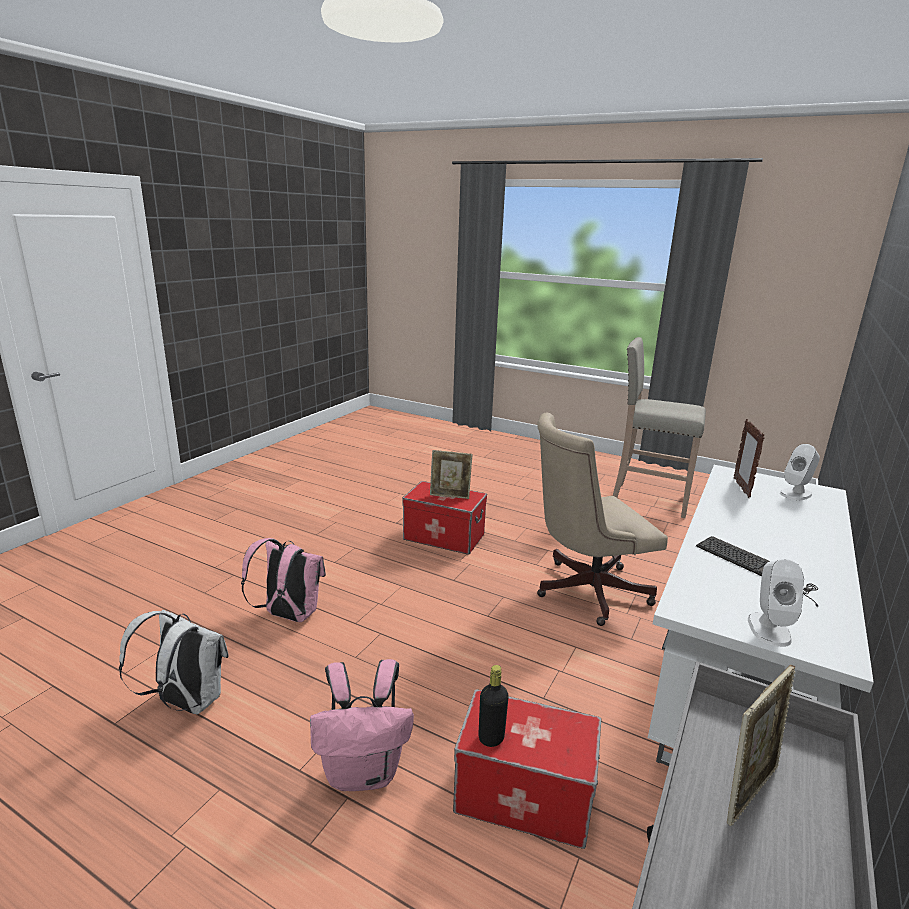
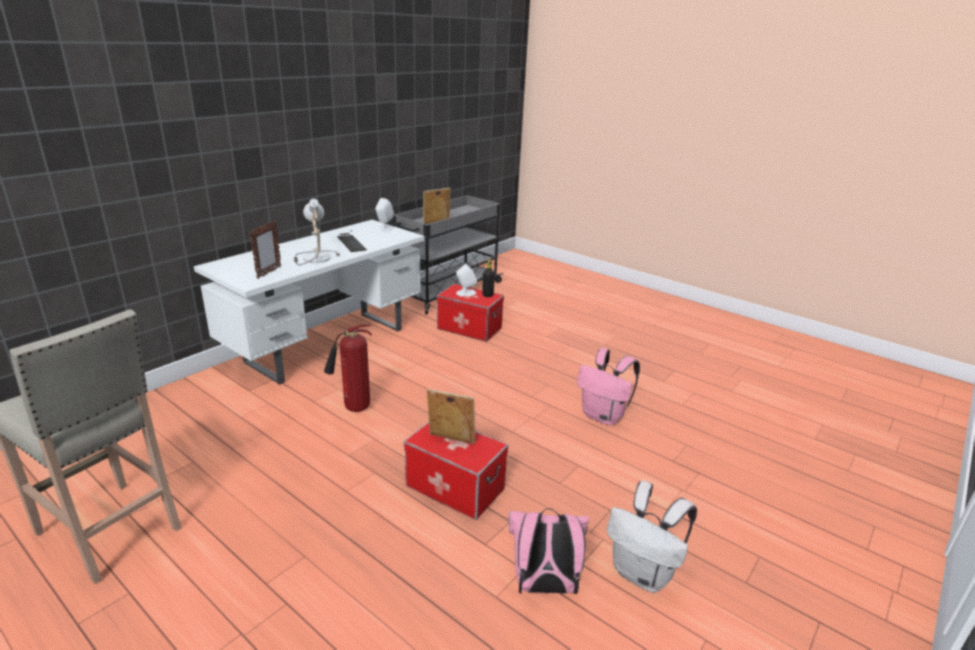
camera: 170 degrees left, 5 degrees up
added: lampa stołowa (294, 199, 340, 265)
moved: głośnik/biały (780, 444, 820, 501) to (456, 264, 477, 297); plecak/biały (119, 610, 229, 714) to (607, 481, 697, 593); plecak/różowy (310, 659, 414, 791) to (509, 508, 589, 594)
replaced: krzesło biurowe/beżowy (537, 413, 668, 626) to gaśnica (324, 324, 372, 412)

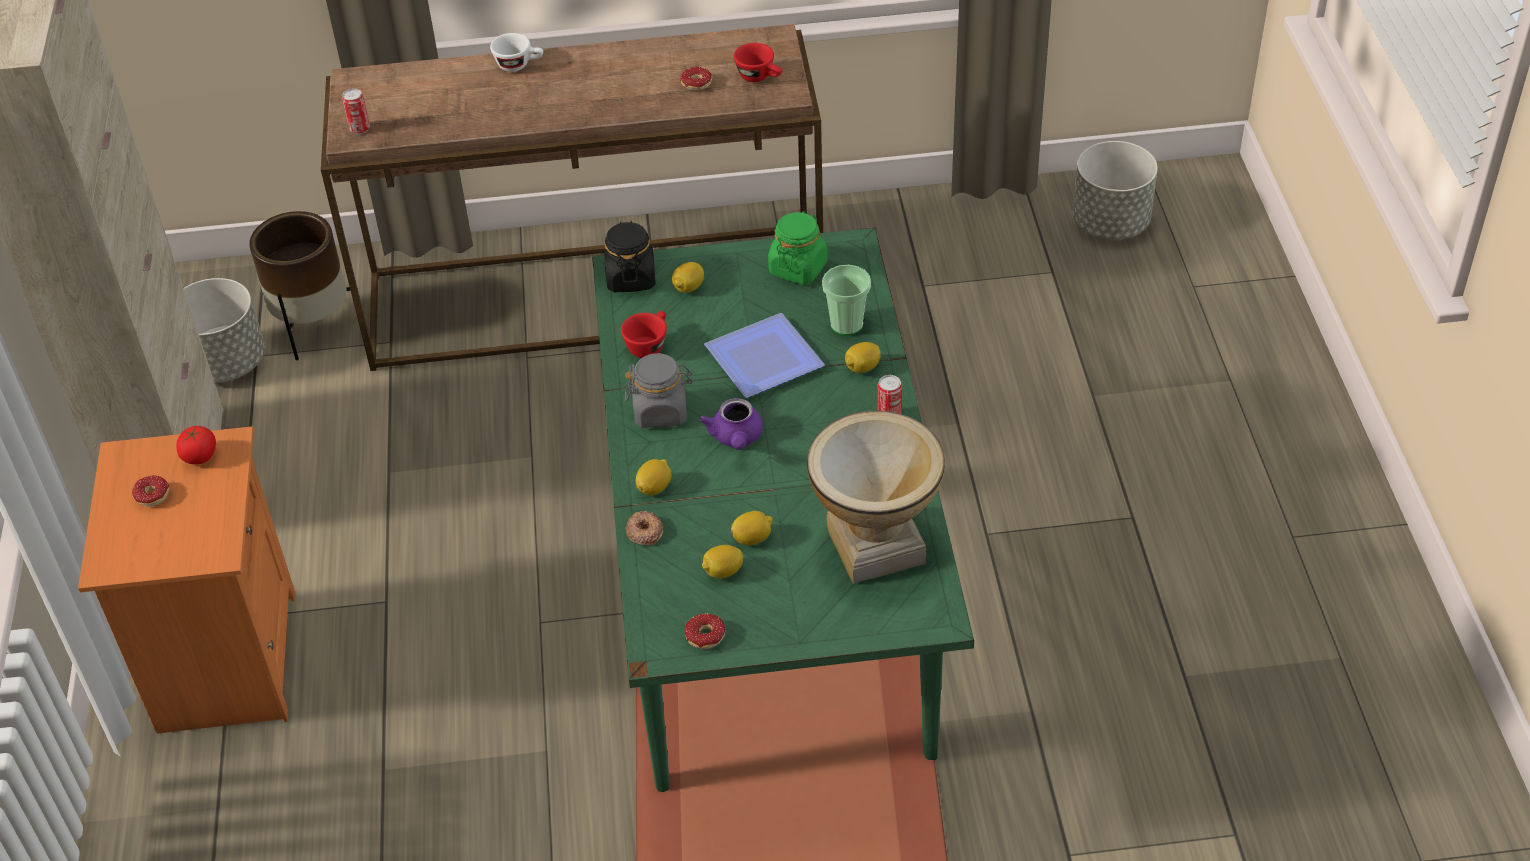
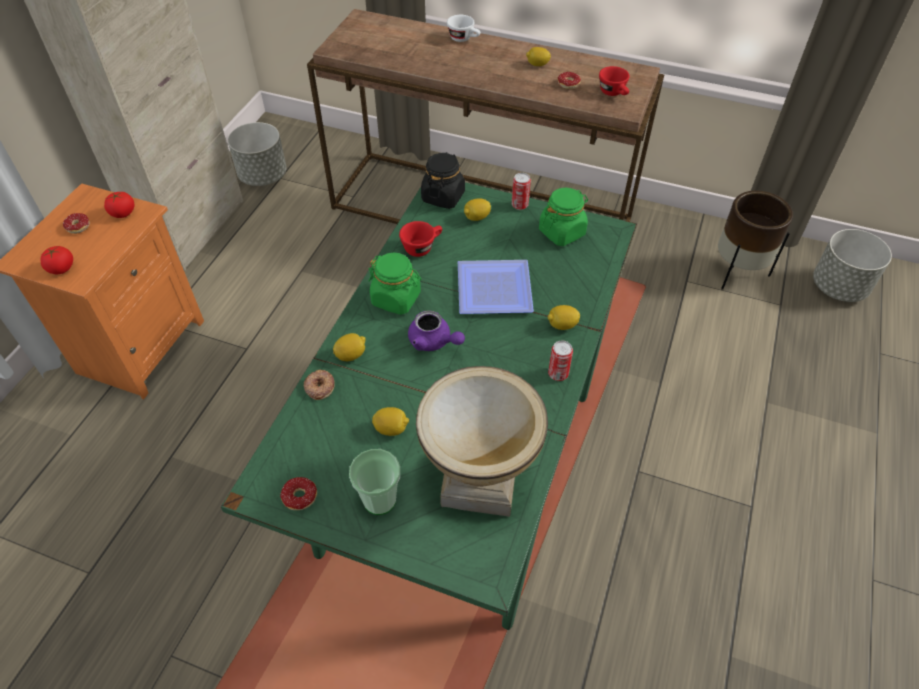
camera: 25 degrees right, 5 degrees up
added: pomidor (40, 246, 73, 274)
moved: puszka (342, 88, 370, 134) to (512, 173, 531, 210); donica/brązowy (249, 211, 350, 360) to (718, 191, 793, 290); filiżanka (822, 265, 871, 336) to (349, 449, 400, 515); cytryna (702, 545, 743, 578) to (526, 47, 551, 66)
recoloured: słoik/szary (625, 353, 693, 428) to słoik/zielony (369, 253, 421, 315)
turned: imbryk/fioletowy (699, 398, 763, 450) = (408, 310, 465, 351) 75 degrees counterclockwise

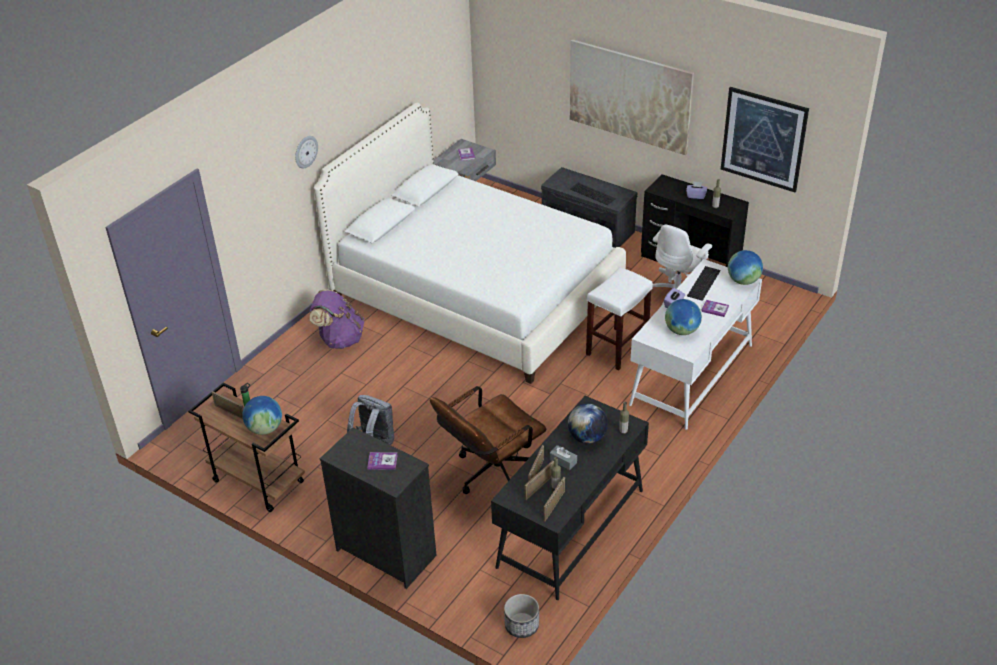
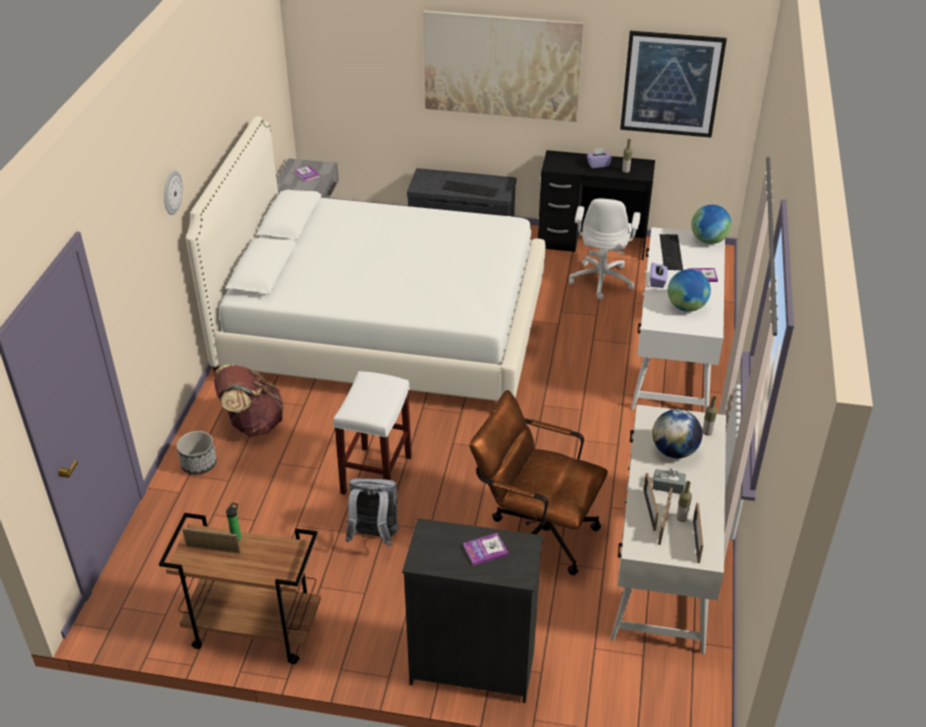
camera: 25 degrees left, 0 degrees up
removed: globus (242, 396, 282, 435)
moved: stołek/biały (586, 267, 653, 370) to (333, 371, 412, 495); donica (504, 594, 539, 638) to (176, 431, 217, 475)
recoloured: plecak/fioletowy (310, 289, 364, 349) to plecak/brązowy (214, 364, 284, 437); biurko/czarny (491, 396, 649, 600) to biurko/biały (611, 405, 726, 654)
turned: krzesło biurowe/brązowy (430, 386, 546, 494) = (469, 390, 608, 575) 90 degrees clockwise

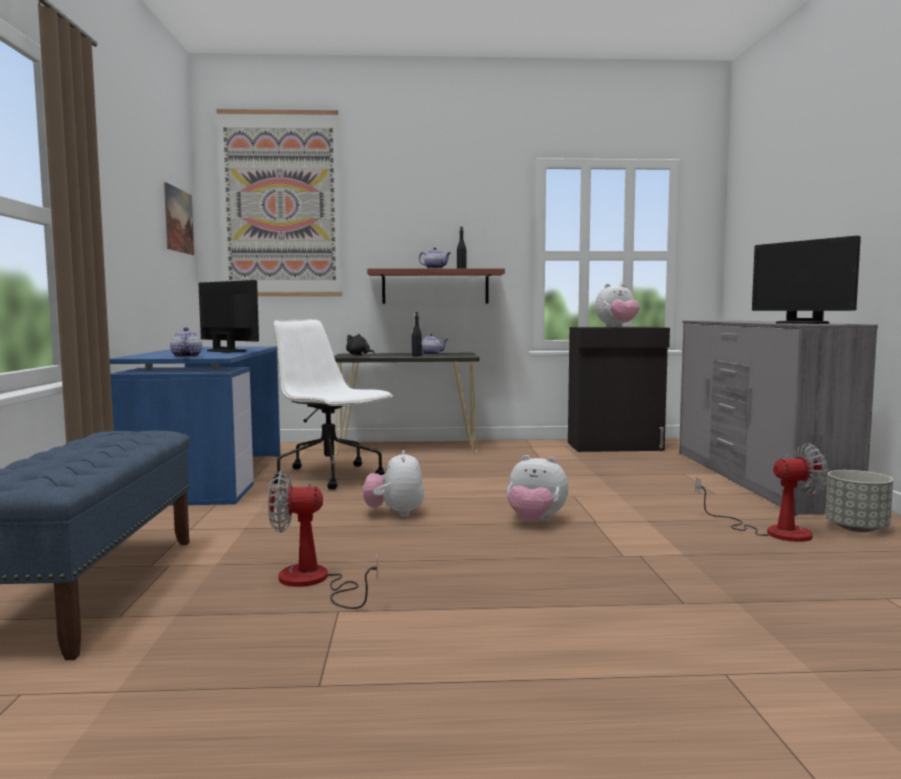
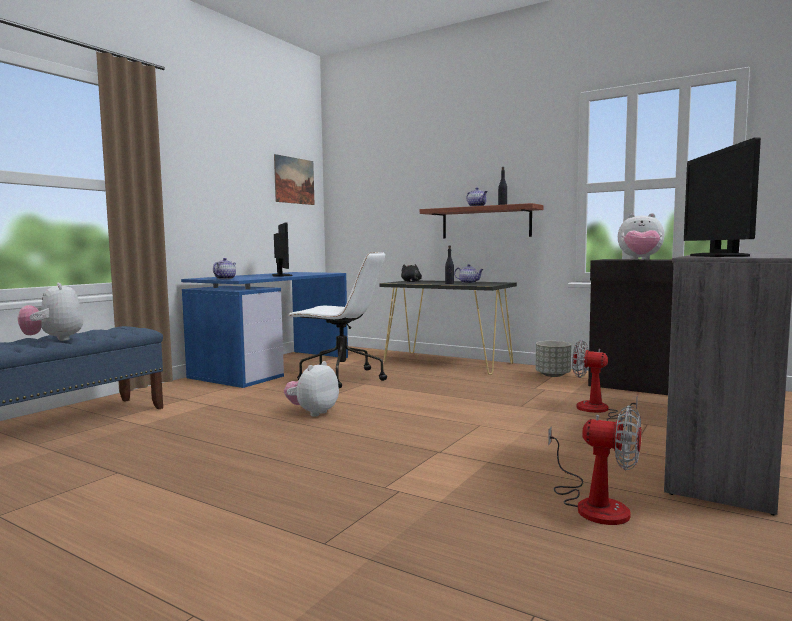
camera: 35 degrees right, 0 degrees up
removed: obraz (216, 109, 342, 296)
moved: pluszak (507, 455, 569, 521) to (18, 283, 83, 341); wentylator (268, 470, 377, 609) to (572, 340, 638, 427); donica/szary (825, 470, 893, 532) to (536, 341, 571, 377)
turned: krzesło biurowe/biały (274, 320, 394, 490) = (287, 252, 387, 388) 120 degrees clockwise

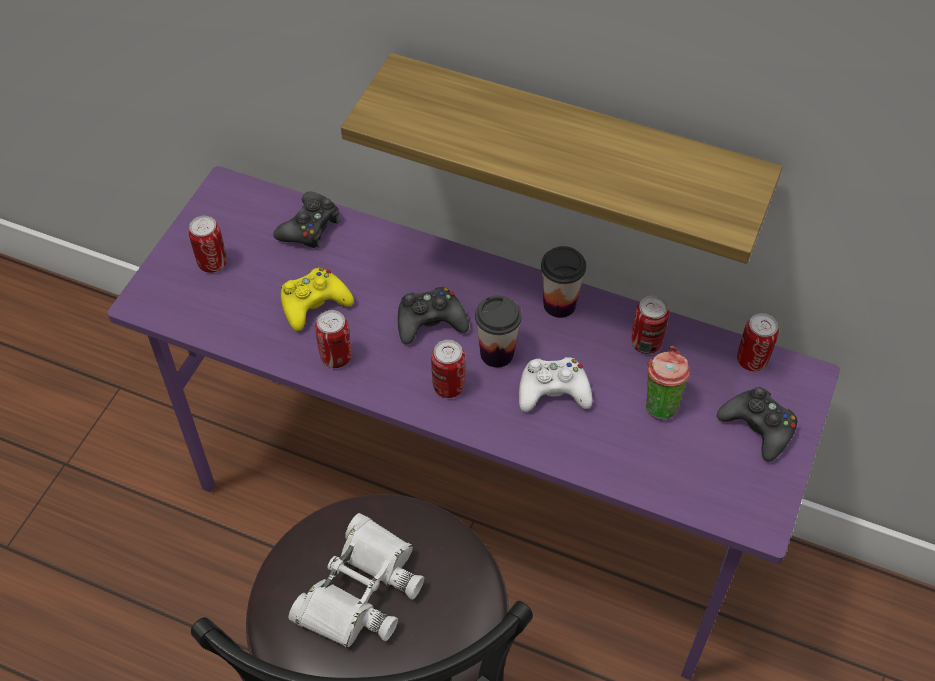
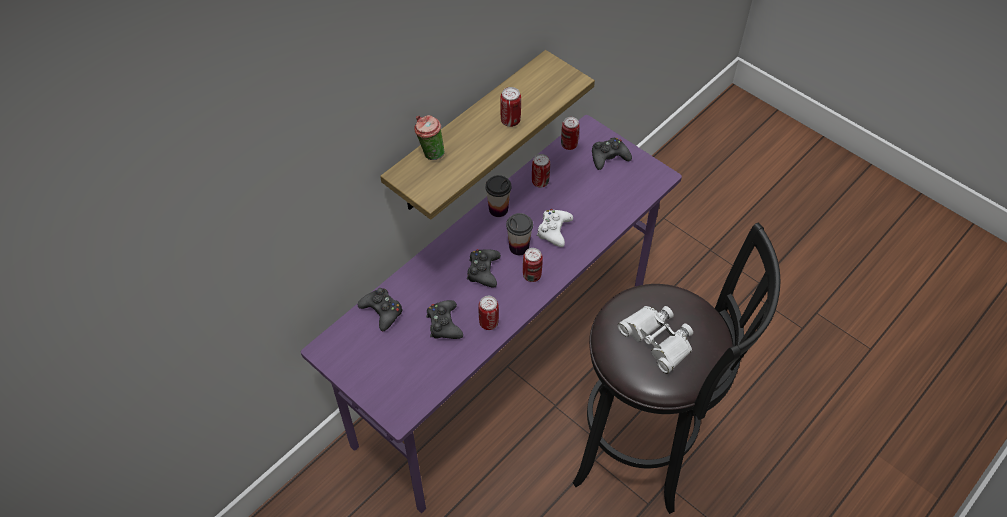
camera: 70 degrees left, 0 degrees up
moved: puszka (189, 216, 227, 273) to (500, 87, 521, 127); filiżanka (646, 346, 690, 420) to (414, 115, 444, 160)
recoloured: pad do gier/żółty (281, 268, 354, 331) to pad do gier/czarny (426, 300, 463, 339)

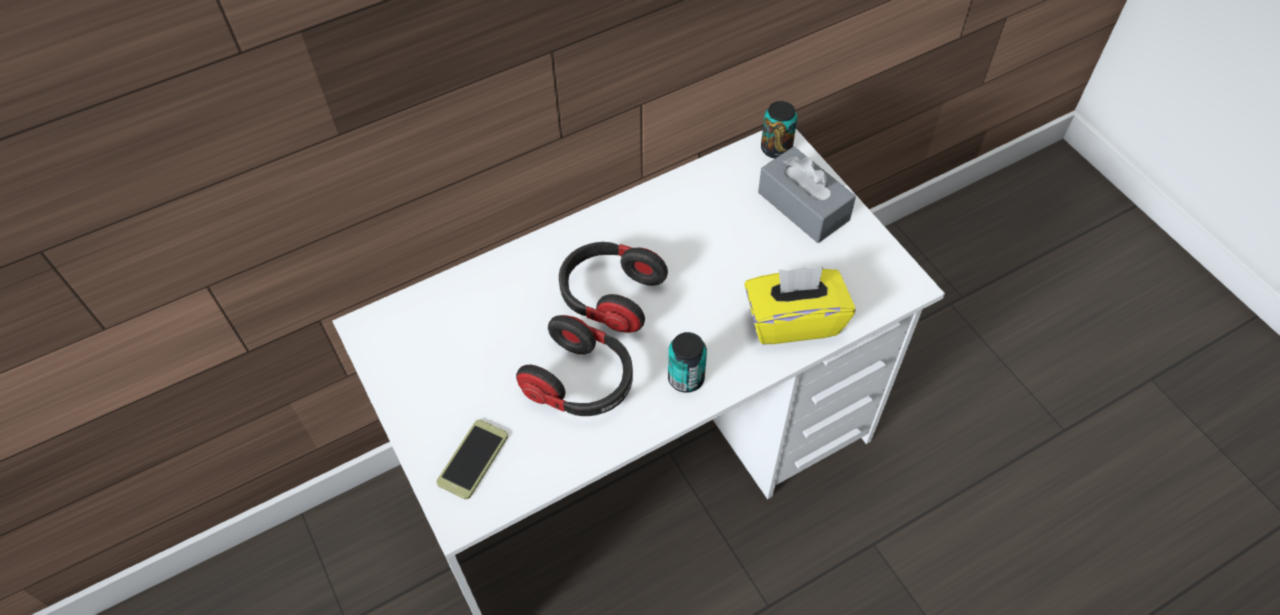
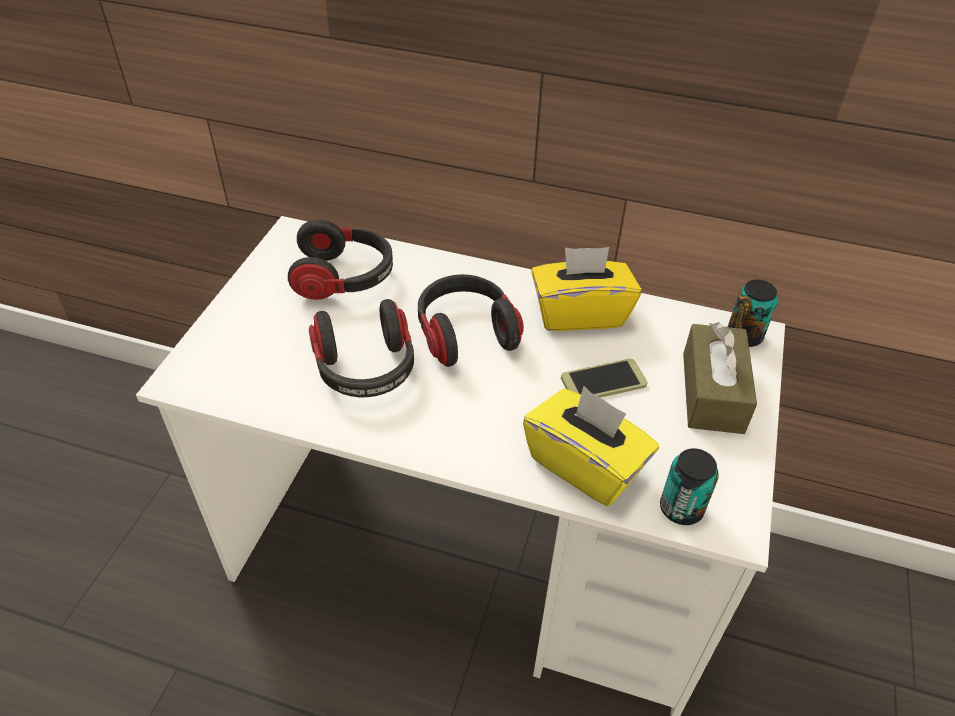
camera: 45 degrees right, 10 degrees down
added: słuchawki (288, 219, 393, 300); pudełko chusteczek/żółty (531, 247, 642, 331)
moved: puszka (668, 332, 707, 393) to (660, 448, 719, 525); telefon (436, 420, 508, 499) to (561, 359, 648, 398)
recoloured: pudełko chusteczek/szary (758, 146, 856, 243) to pudełko chusteczek/brązowy (683, 322, 757, 434)

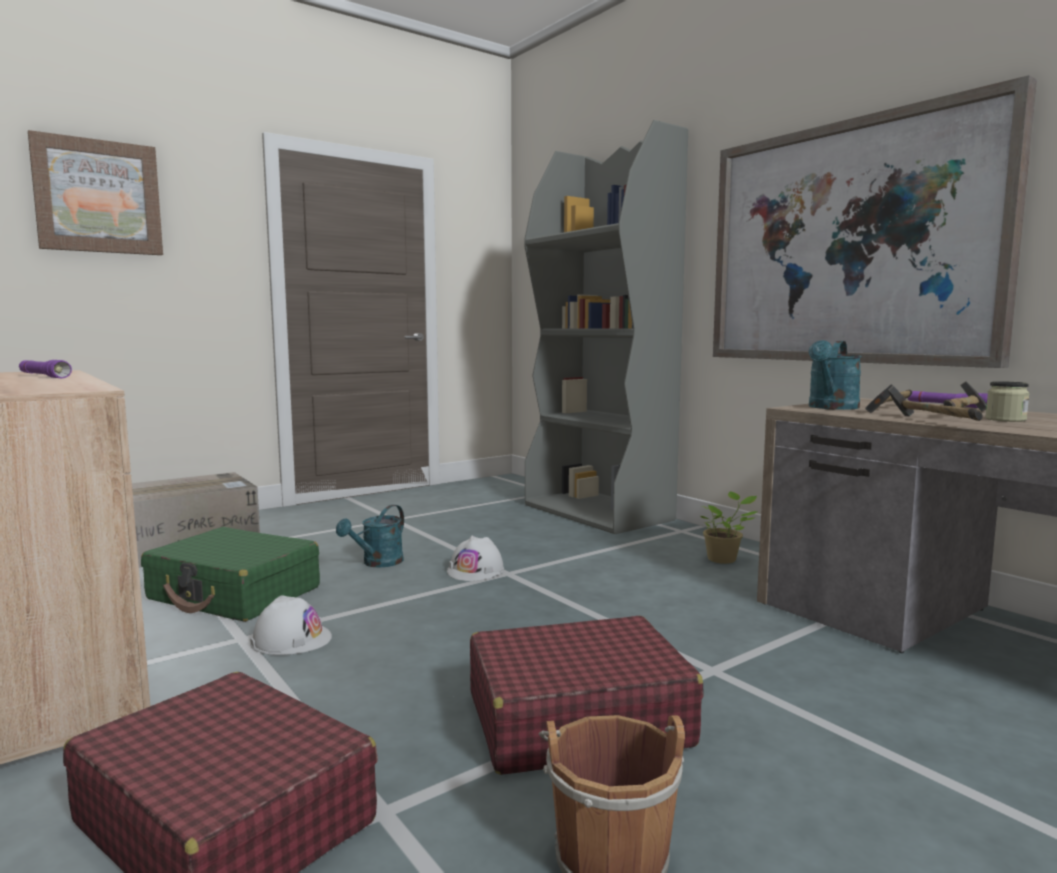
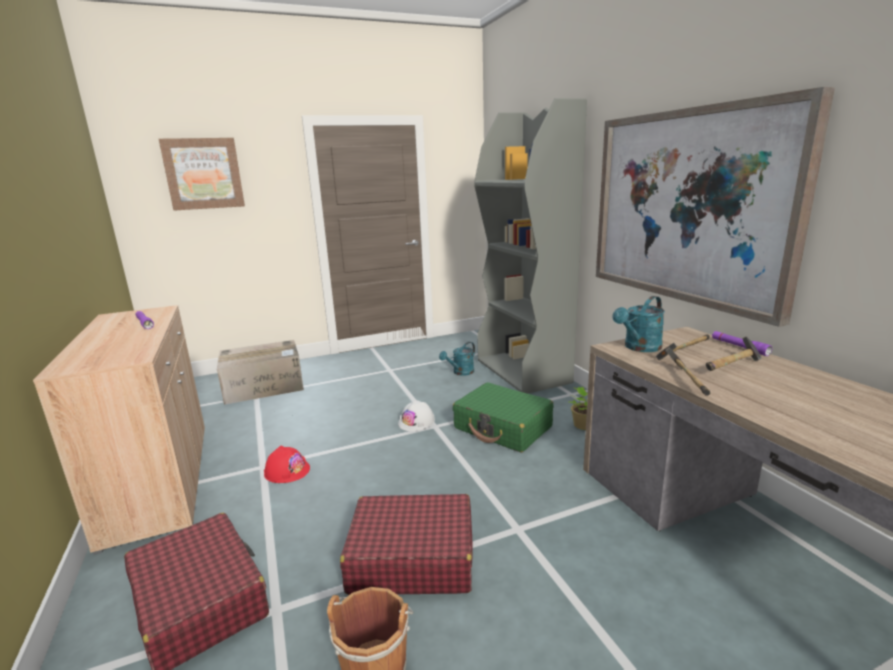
camera: 15 degrees right, 10 degrees up
removed: słoik (985, 381, 1030, 422)
moved: konewka/turkusowy (336, 505, 404, 567) to (439, 342, 475, 376); walizka/zielony (141, 527, 320, 622) to (453, 382, 553, 452)
recoloured: kask/biały (250, 595, 332, 655) to kask/czerwony (264, 446, 310, 483)

